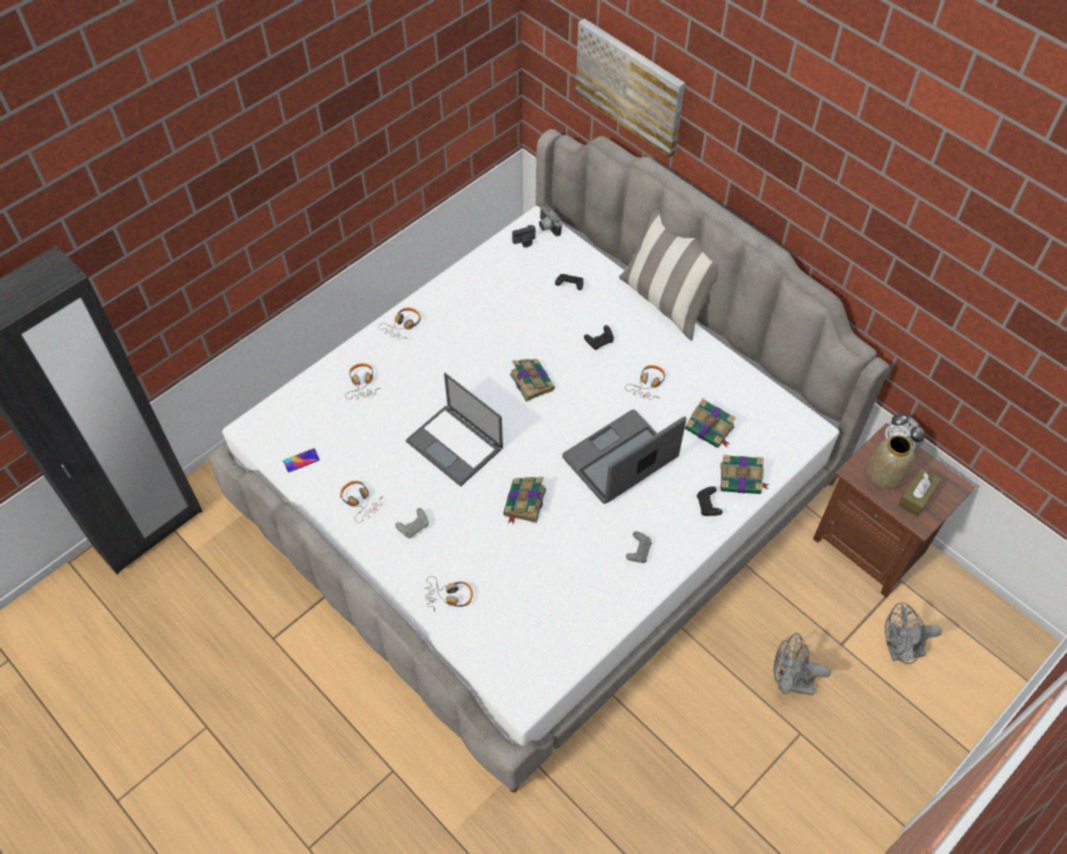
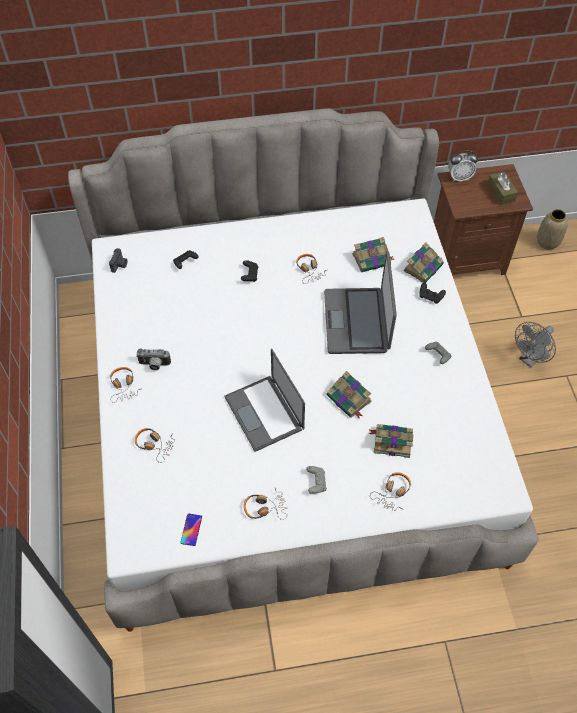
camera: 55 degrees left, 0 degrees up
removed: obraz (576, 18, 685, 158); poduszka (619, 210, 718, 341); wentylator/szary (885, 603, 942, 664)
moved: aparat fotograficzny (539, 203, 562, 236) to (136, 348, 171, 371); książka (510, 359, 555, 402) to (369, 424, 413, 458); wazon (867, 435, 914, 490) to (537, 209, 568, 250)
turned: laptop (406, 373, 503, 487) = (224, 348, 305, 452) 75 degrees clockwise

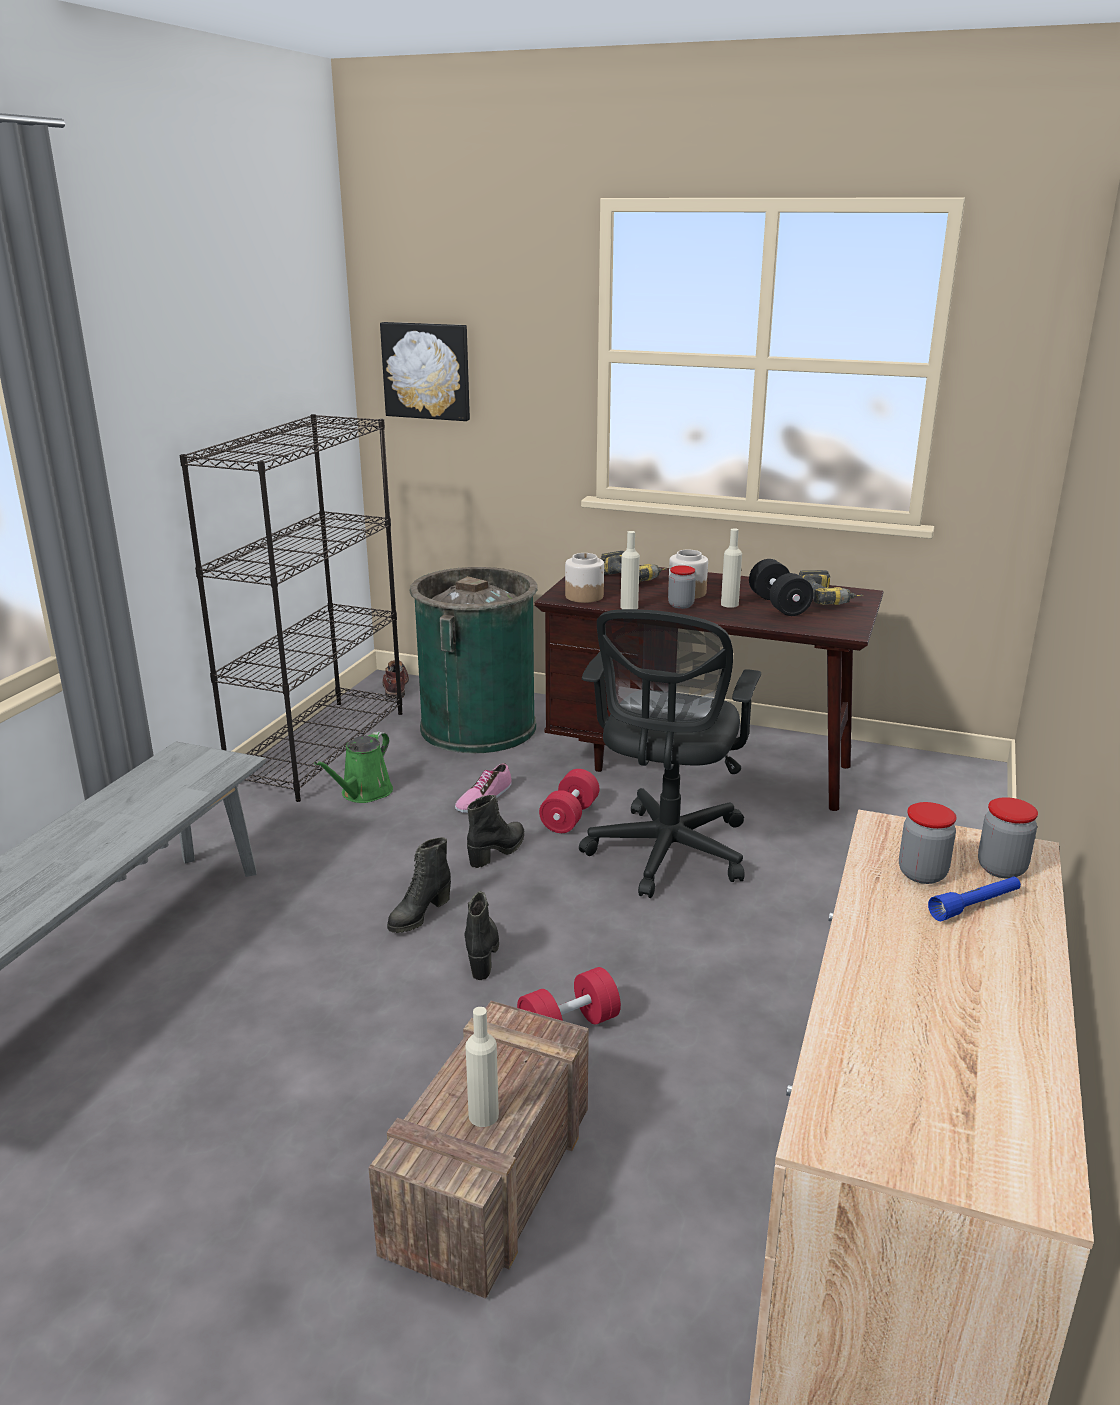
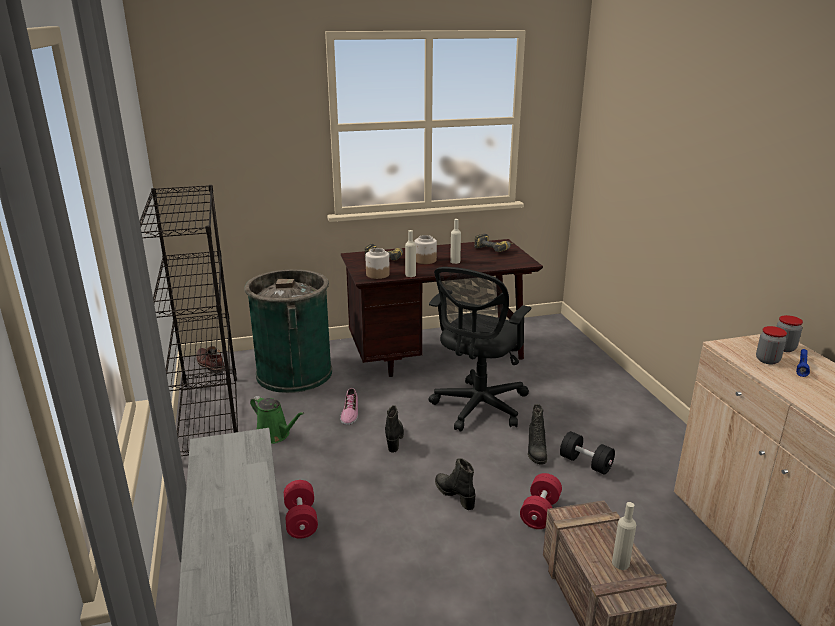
camera: 35 degrees left, 0 degrees up
removed: obraz (380, 322, 470, 421); słoik (668, 565, 696, 609)
moved: hantel/czarny (749, 559, 813, 616) to (560, 431, 615, 474); hantel/czerwony (539, 769, 599, 833) to (284, 480, 318, 539); but z cholewką/czarny (387, 837, 451, 933) to (528, 404, 547, 465)
turned: krzesło biurowe/czarny (579, 609, 761, 898) = (429, 267, 531, 432) 45 degrees clockwise; konewka/zielony (314, 731, 393, 803) = (250, 396, 304, 444) 45 degrees counterclockwise

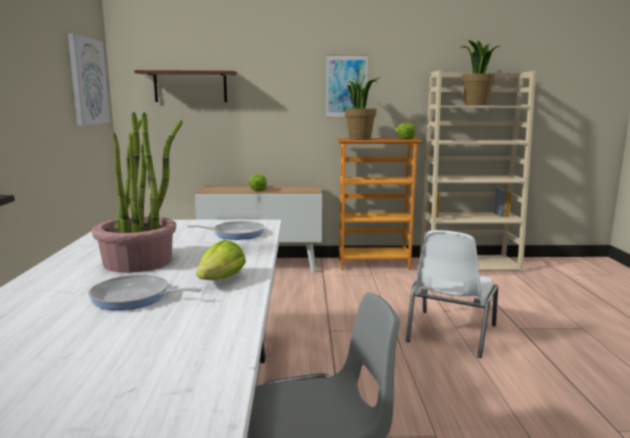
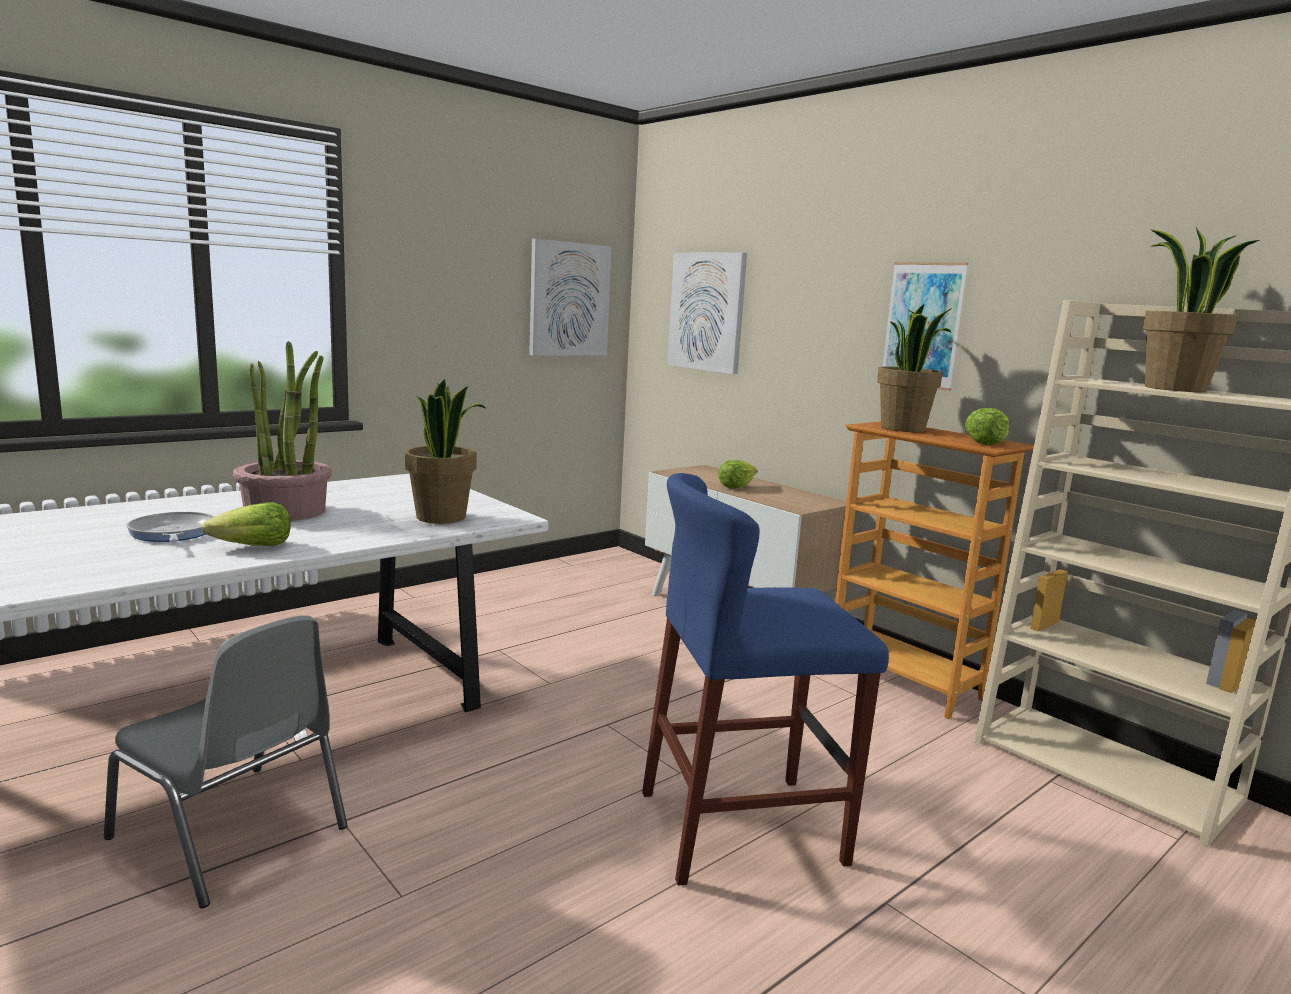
camera: 50 degrees right, 0 degrees up
replaced: półka (134, 70, 237, 102) to obraz (667, 252, 747, 374); patelnia (187, 221, 265, 240) to roślina doniczkowa (405, 379, 487, 524); krzesło/biały (406, 230, 498, 358) to stołek/niebieski (642, 473, 889, 886)

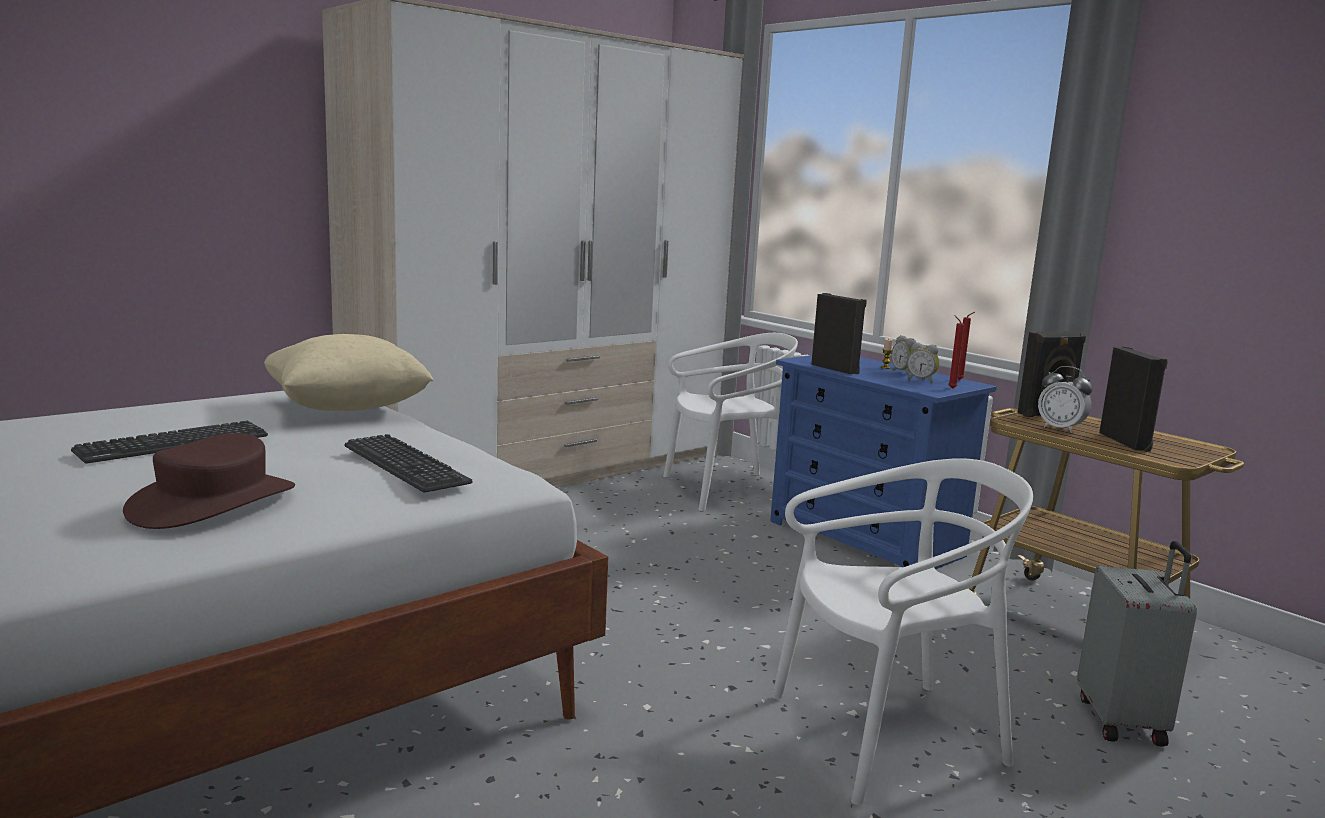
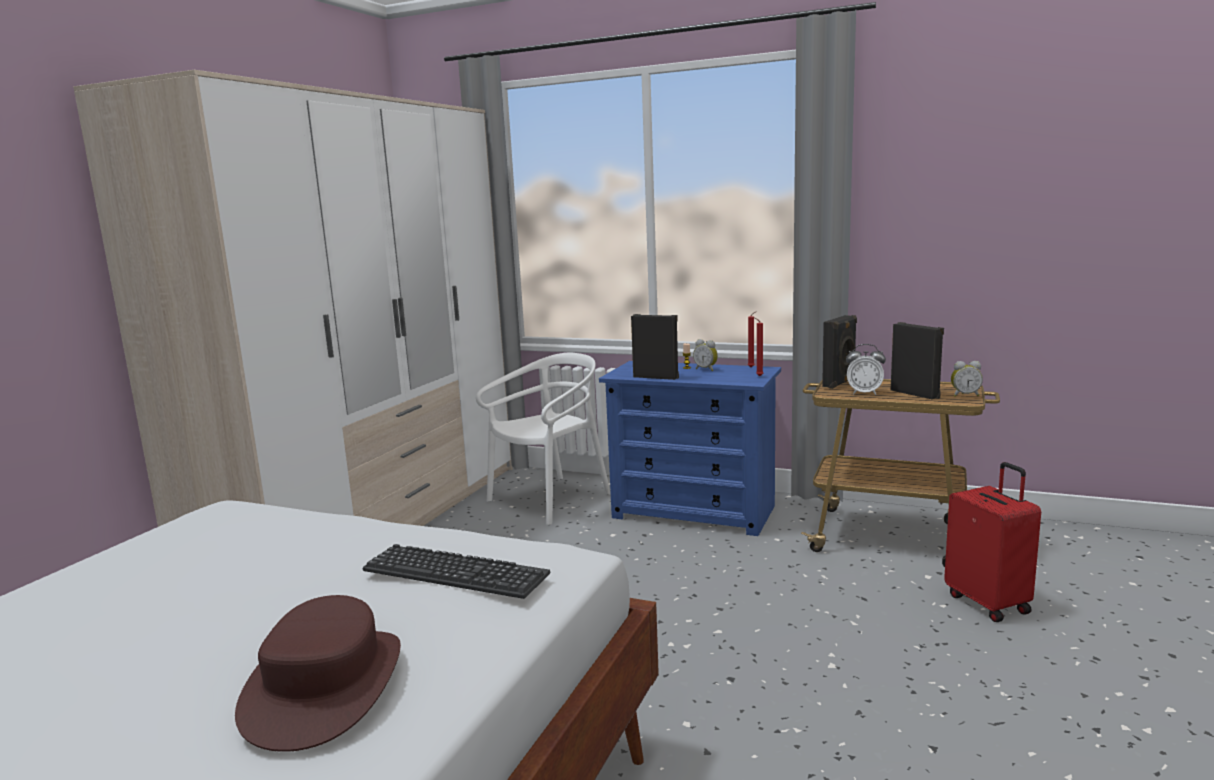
camera: 25 degrees left, 0 degrees up
removed: poduszka/beżowy (264, 334, 434, 411); klawiatura (71, 421, 268, 464); krzesło/biały (772, 458, 1033, 805)
moved: budzik (907, 342, 939, 383) to (951, 361, 983, 396)
recoloured: walizka/szary (1077, 541, 1197, 747) to walizka/czerwony (944, 462, 1041, 622)

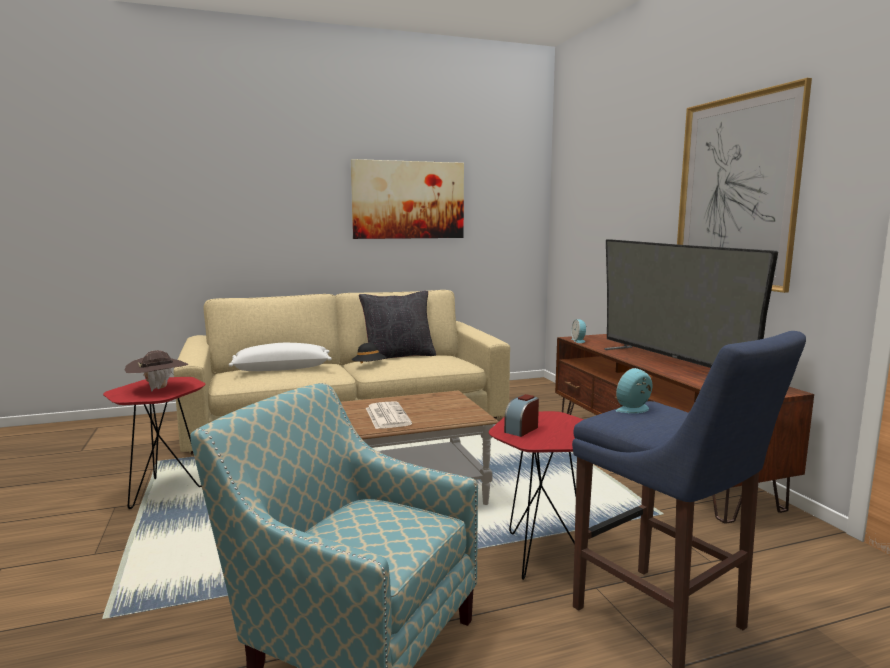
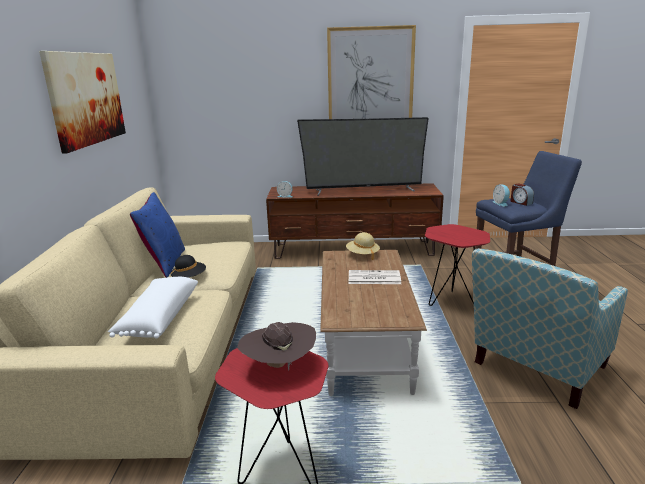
camera: 70 degrees left, 10 degrees up
added: kapelusz/beżowy (346, 232, 380, 260)
moved: budzik (504, 394, 539, 437) to (511, 183, 534, 206)
recoloured: poduszka/czarny (359, 291, 436, 362) to poduszka/niebieski (130, 192, 185, 278)

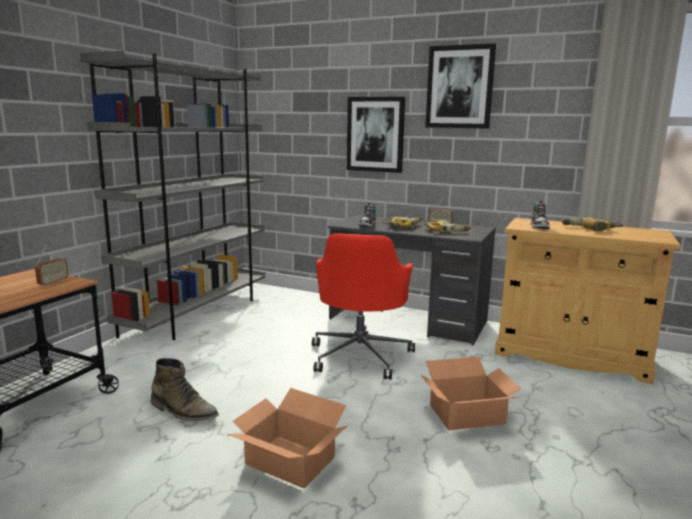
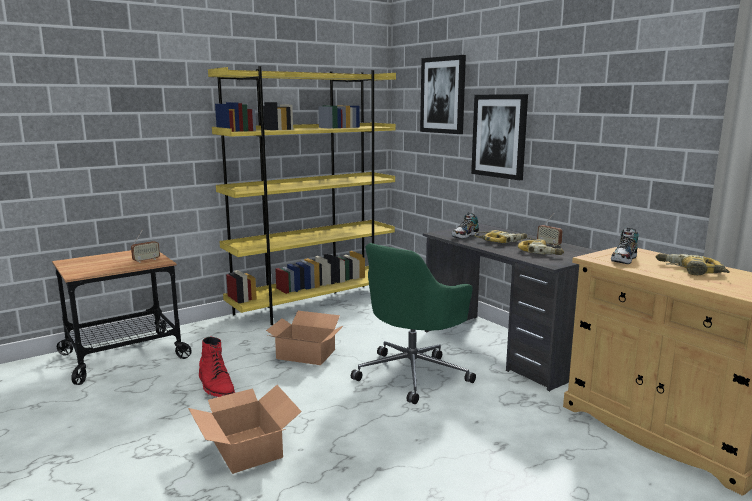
camera: 30 degrees right, 0 degrees up
moved: obraz (425, 43, 496, 129) to (420, 55, 466, 134); karton (421, 357, 521, 430) to (266, 311, 343, 365)
recoloured: regał/szary (80, 51, 265, 340) to regał/żółty (208, 66, 396, 325); krzesło biurowe/czerwony (312, 233, 415, 380) to krzesło biurowe/zielony (351, 243, 476, 404); but z cholewką/zielony (151, 358, 219, 421) to but z cholewką/czerwony (199, 337, 235, 397)

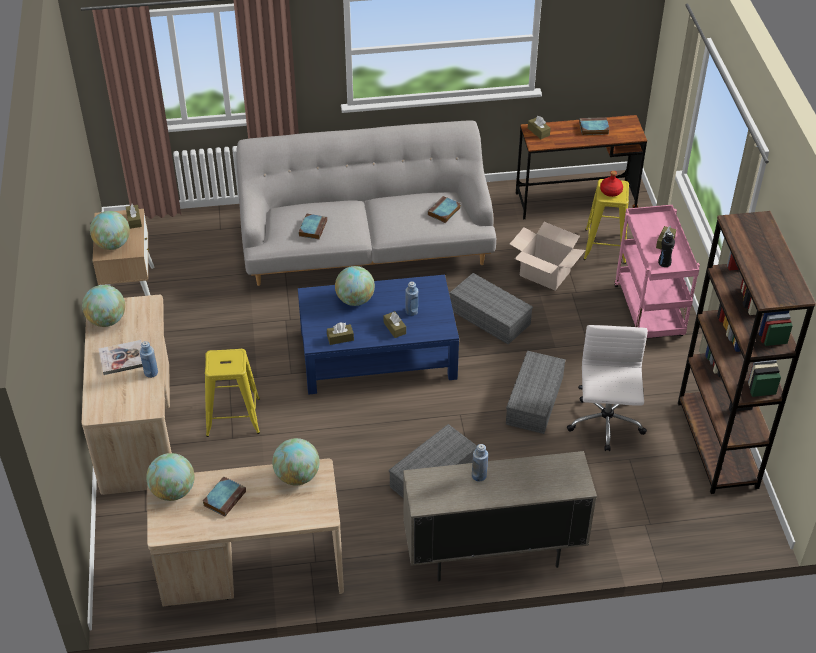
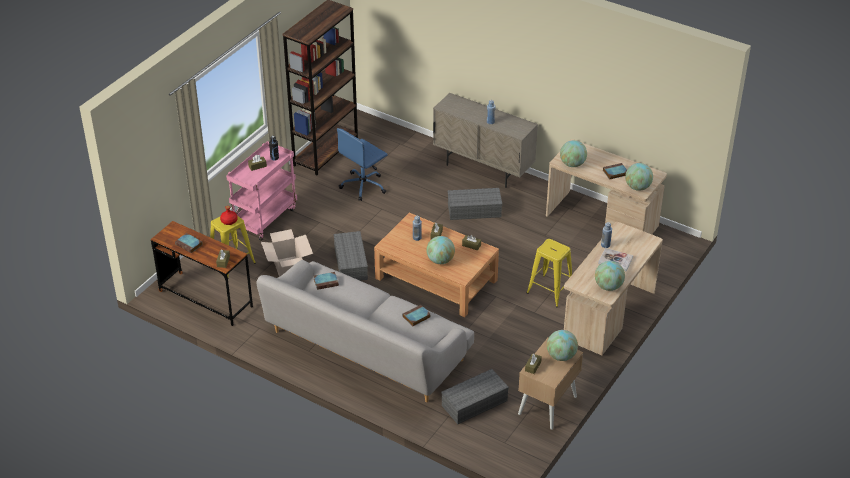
camera: 140 degrees left, 5 degrees down
moved: pojemnik do przechowywania/szary (506, 351, 566, 434) to (441, 369, 509, 424)
recoloured: ława/niebieski (298, 275, 459, 395) to ława/brązowy (374, 213, 499, 317); krzesło biurowe/biały (567, 325, 648, 451) to krzesło biurowe/niebieski (337, 128, 388, 201)

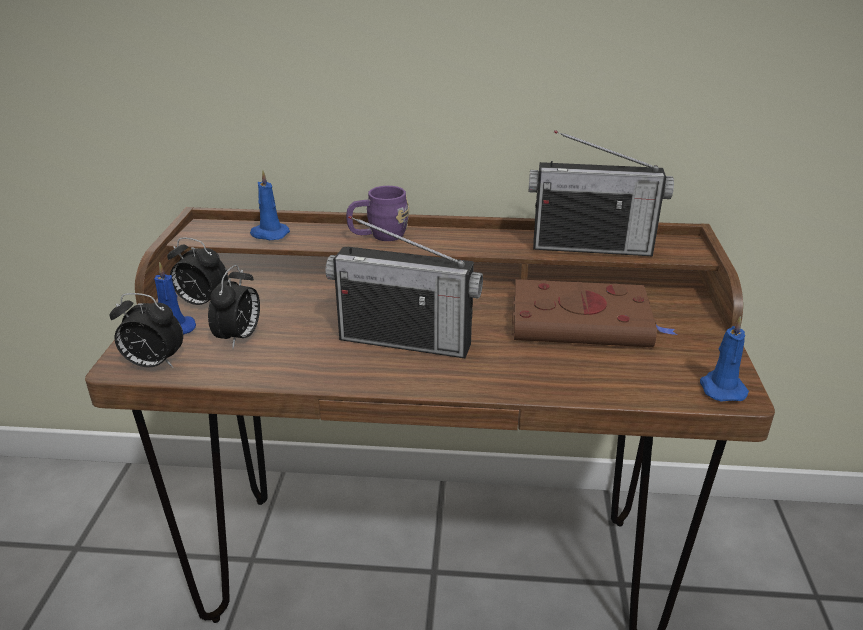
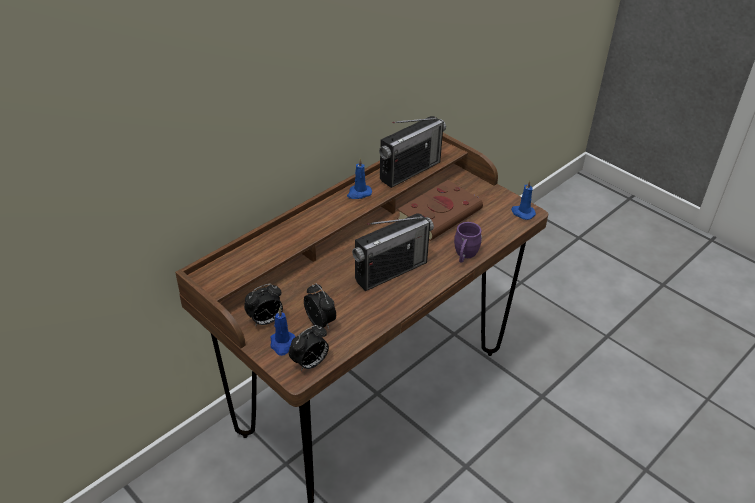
camera: 50 degrees left, 10 degrees up
moved: świeca/niebieski (250, 170, 290, 240) to (347, 158, 372, 199); kubek/fioletowy (346, 186, 409, 241) to (454, 222, 482, 263)

